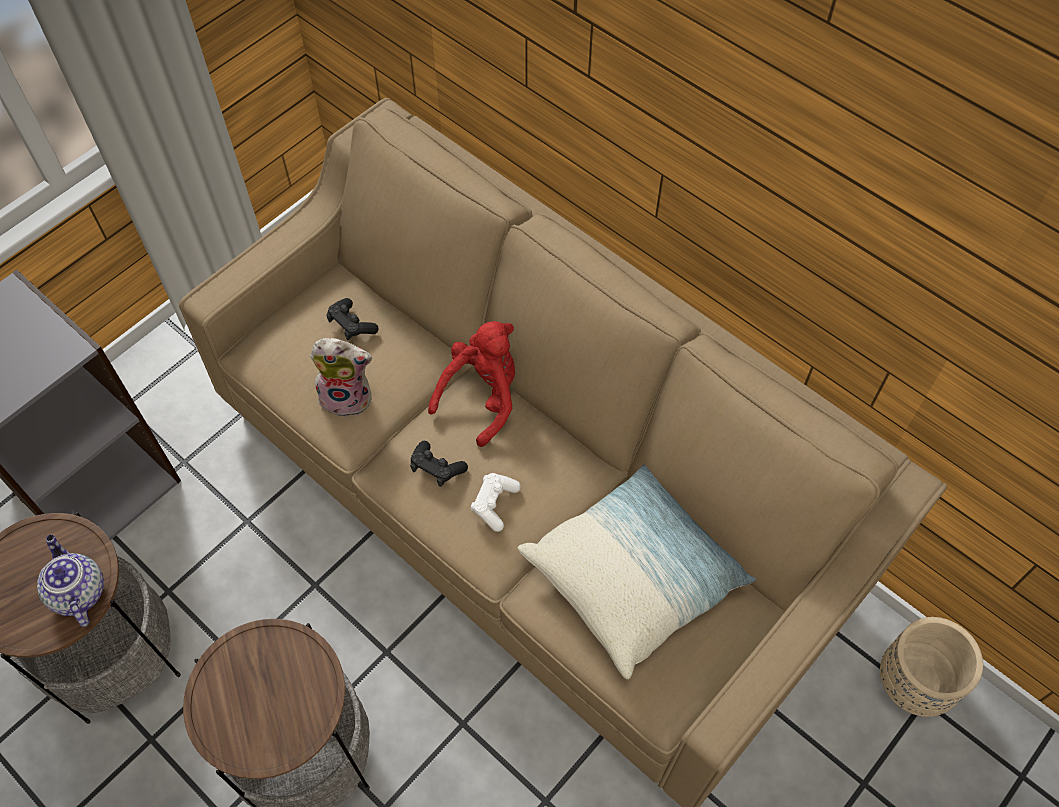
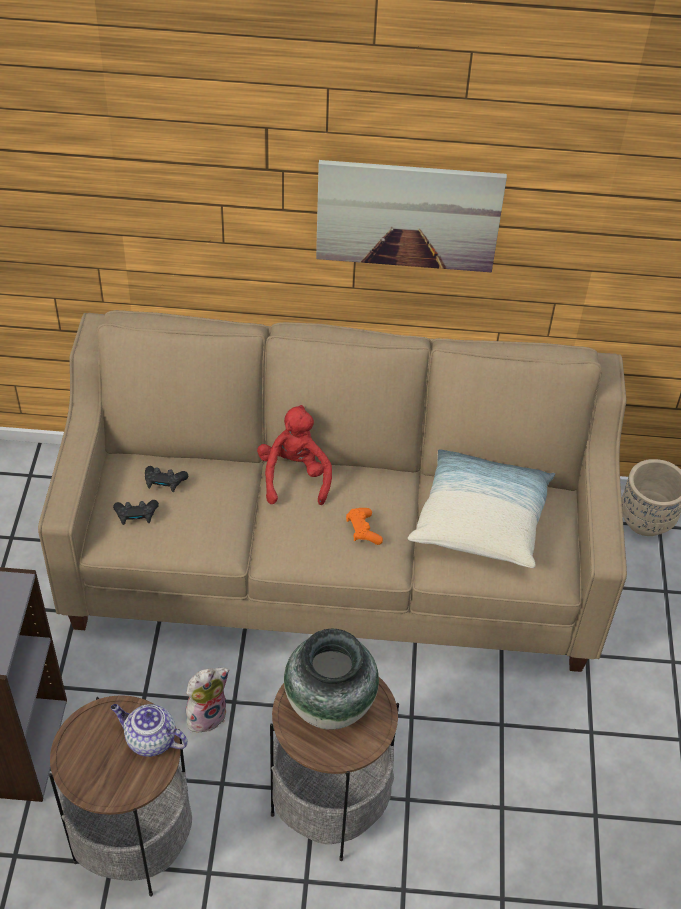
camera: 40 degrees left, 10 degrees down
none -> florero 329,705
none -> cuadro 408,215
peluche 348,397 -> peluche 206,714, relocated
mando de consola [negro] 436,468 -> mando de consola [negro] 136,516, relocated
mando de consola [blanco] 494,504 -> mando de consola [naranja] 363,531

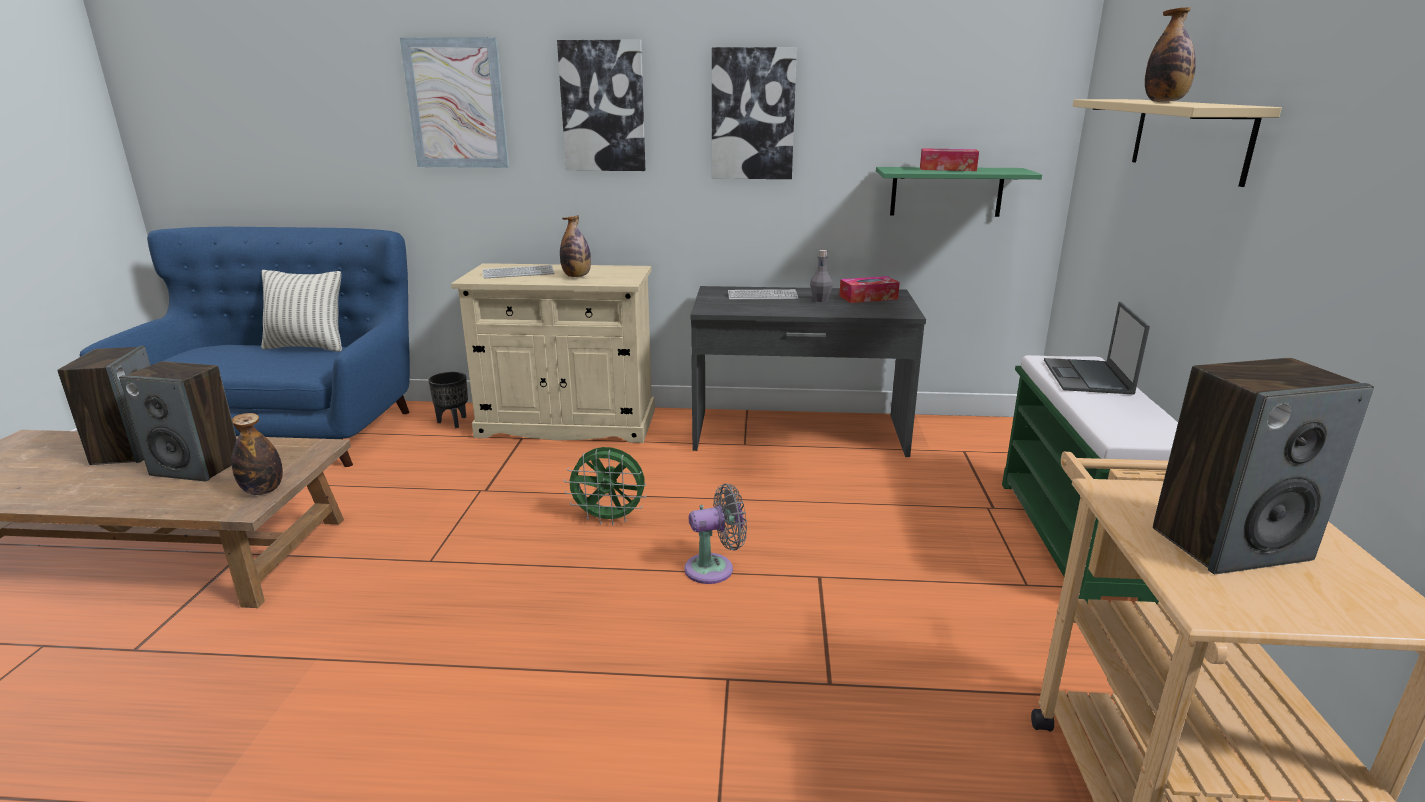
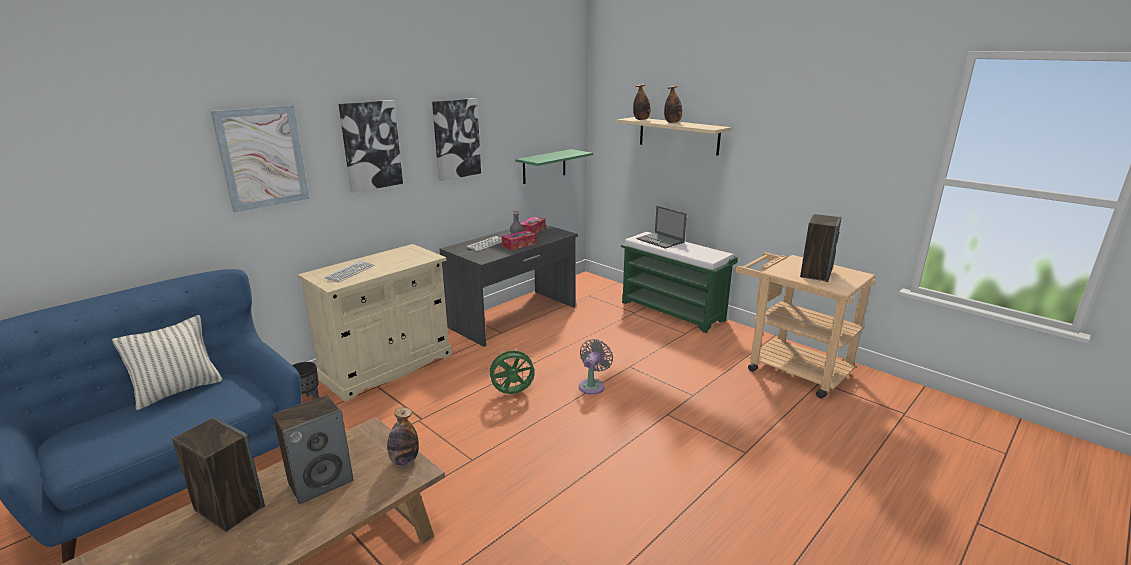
camera: 50 degrees left, 0 degrees up
botella 577,276 -> botella 641,119, relocated
caja de pañuelos 947,169 -> caja de pañuelos 519,245, relocated
ventilador [verde] 609,519 -> ventilador [verde] 512,393, 150 degrees counterclockwise

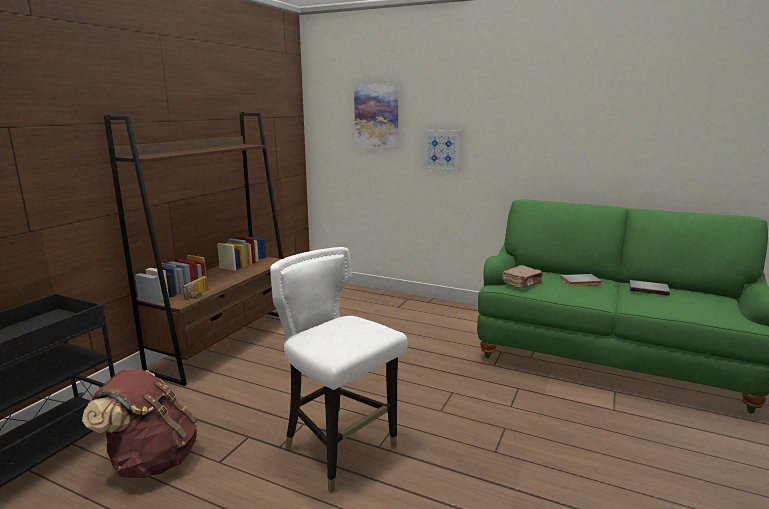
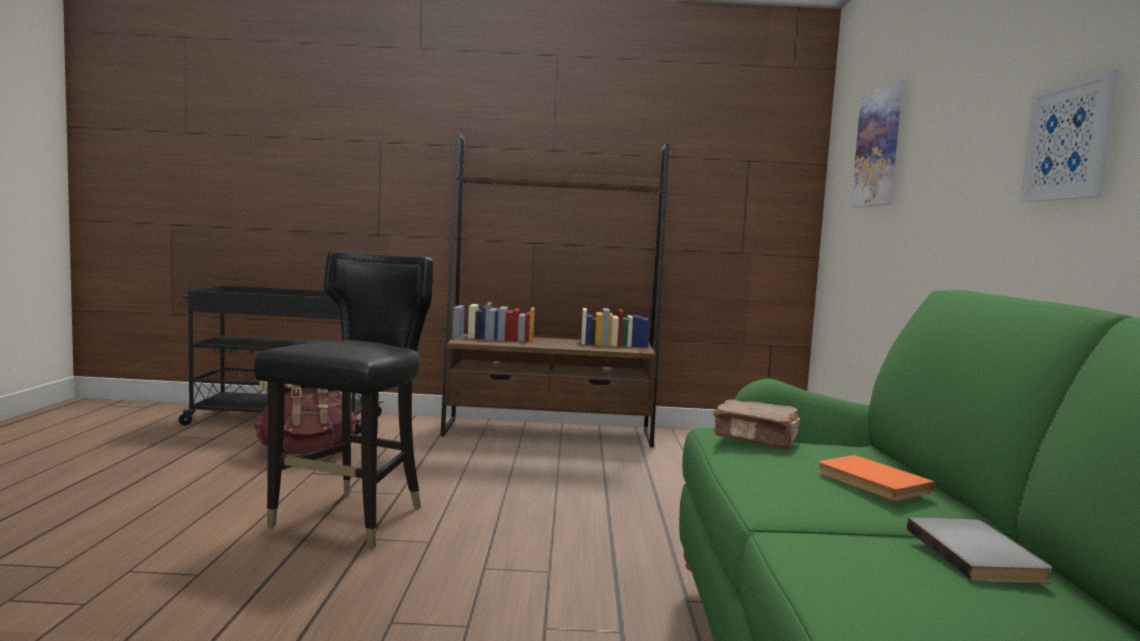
camera: 65 degrees right, 10 degrees down
radio 198,295 -> none
cuadro 442,150 -> cuadro 1069,141, relocated
silla [blanco] 340,451 -> silla [negro] 350,519
libro [gris] 581,282 -> libro [naranja] 870,482

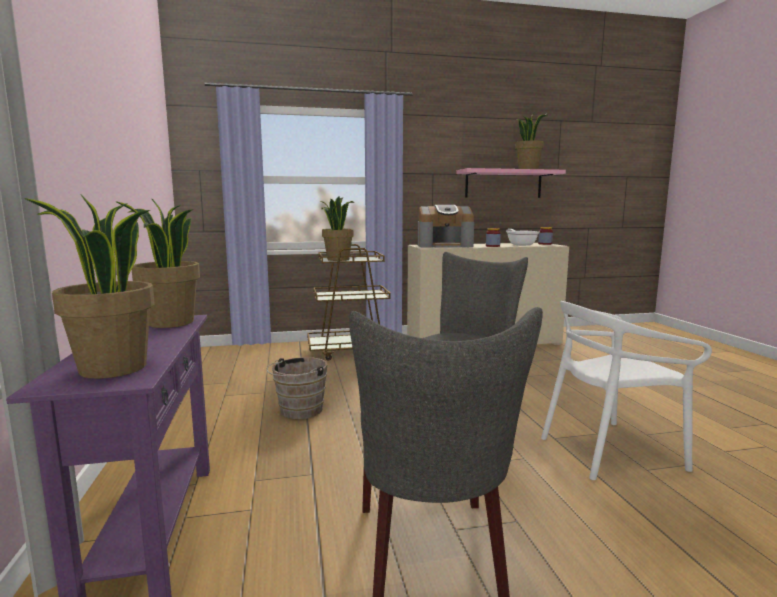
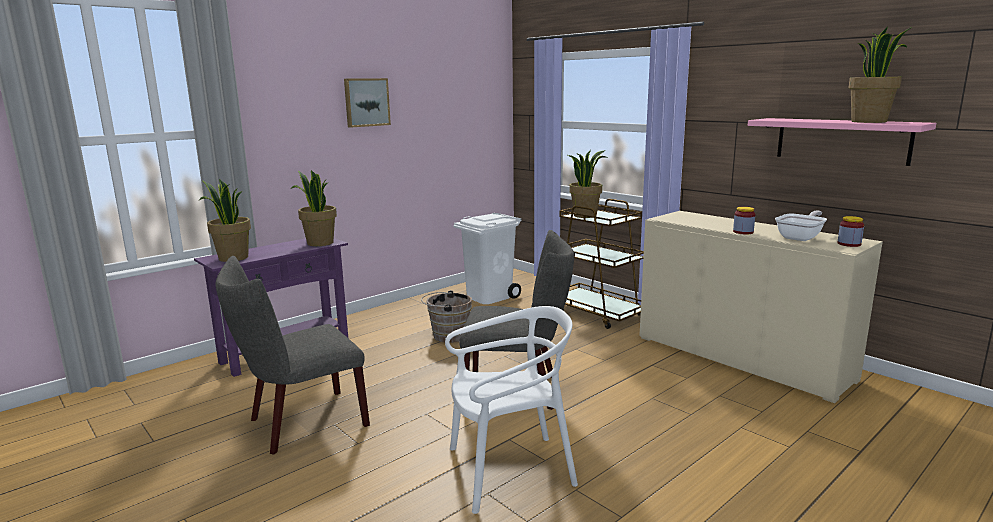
camera: 60 degrees right, 5 degrees up
cafetera 445,245 -> none
none -> cuadro 366,102
none -> papelera [blanco] 488,296
silla [blanco] 610,451 -> silla [blanco] 509,470, 120 degrees clockwise

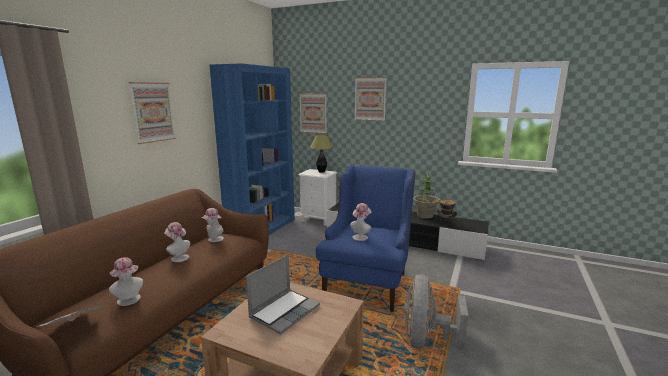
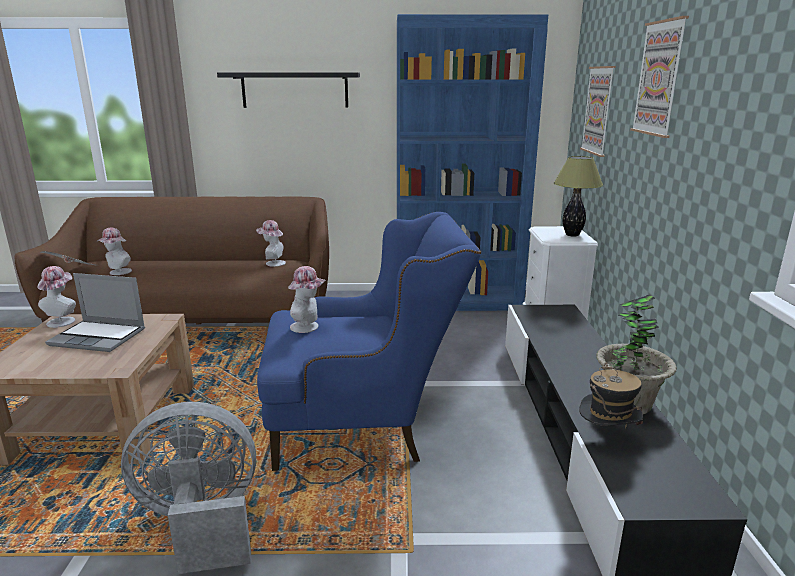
camera: 65 degrees right, 5 degrees up
sombrero 178,257 -> sombrero 63,320, relocated
cuadro 153,112 -> estante [negro] 295,90

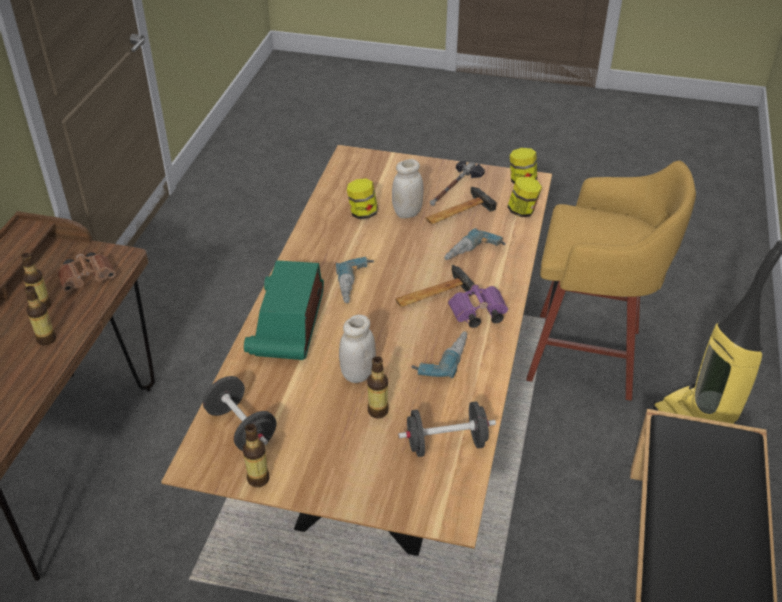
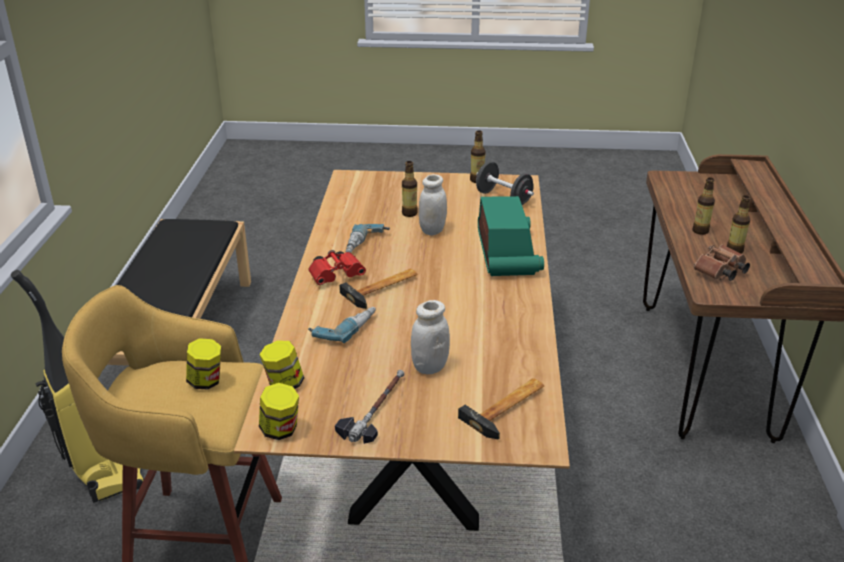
camera: 170 degrees right, 10 degrees down
taladro 357,285 -> none
mancuerna [negro] 446,444 -> none
tarro 362,213 -> tarro 206,381, relocated
martillo 456,211 -> martillo 509,408, relocated
prismáticos [morado] 477,315 -> prismáticos [rojo] 337,276

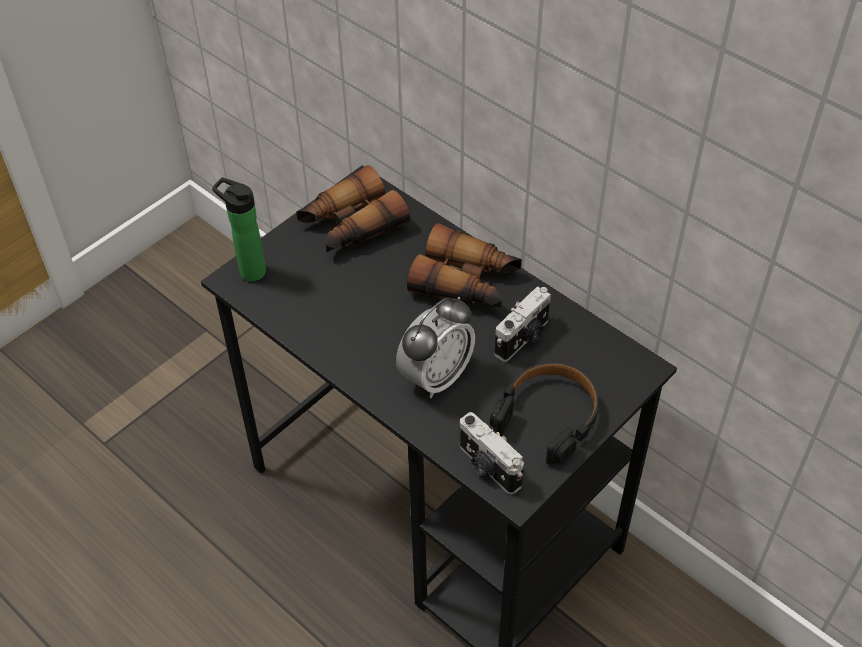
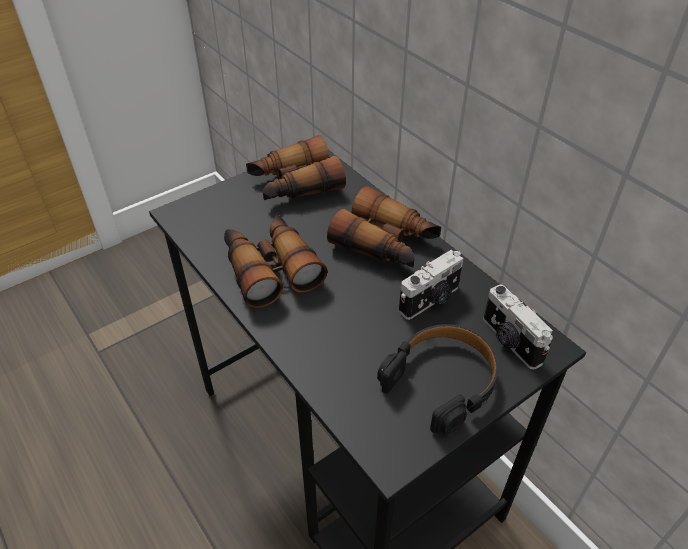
camera: 10 degrees right, 5 degrees down
botella 249,270 -> none
despertador 436,377 -> none
none -> prismáticos 270,268
cámara 488,467 -> cámara 510,341, relocated

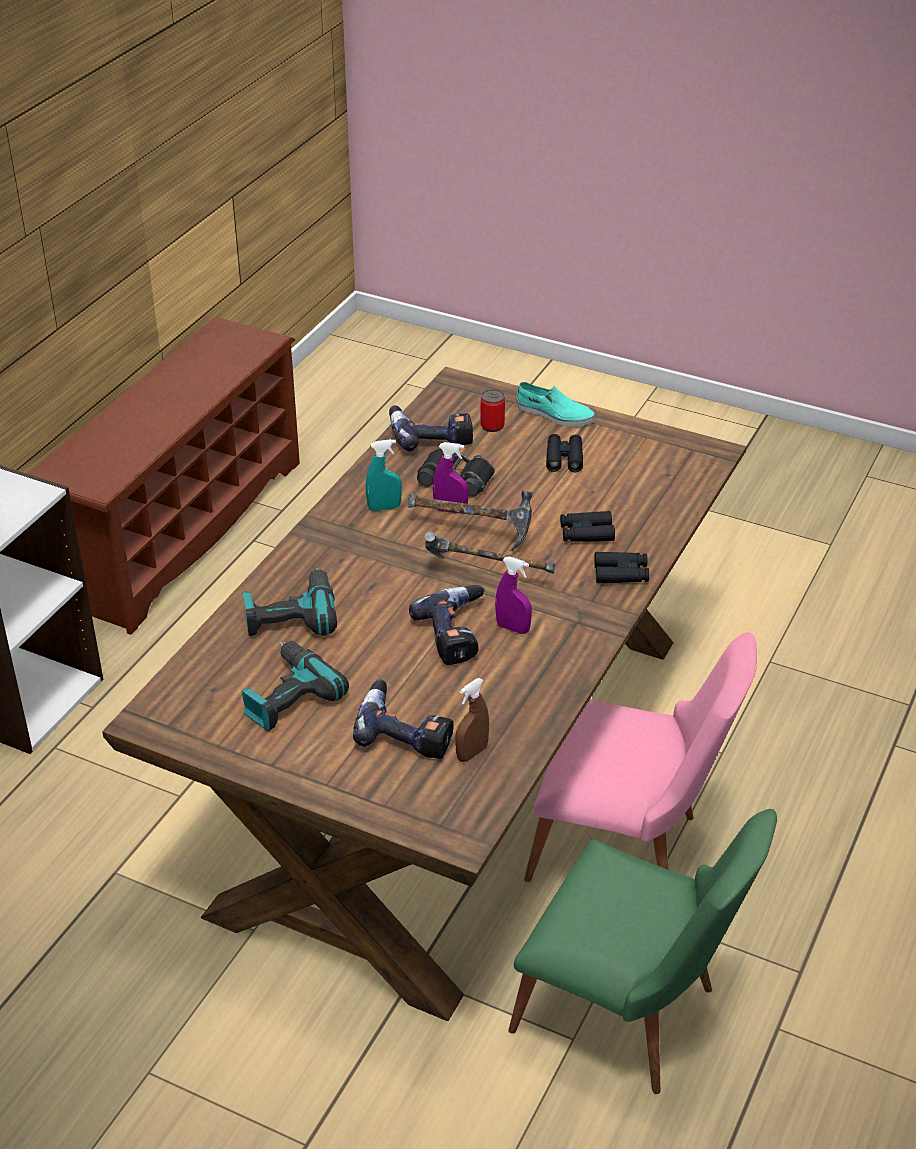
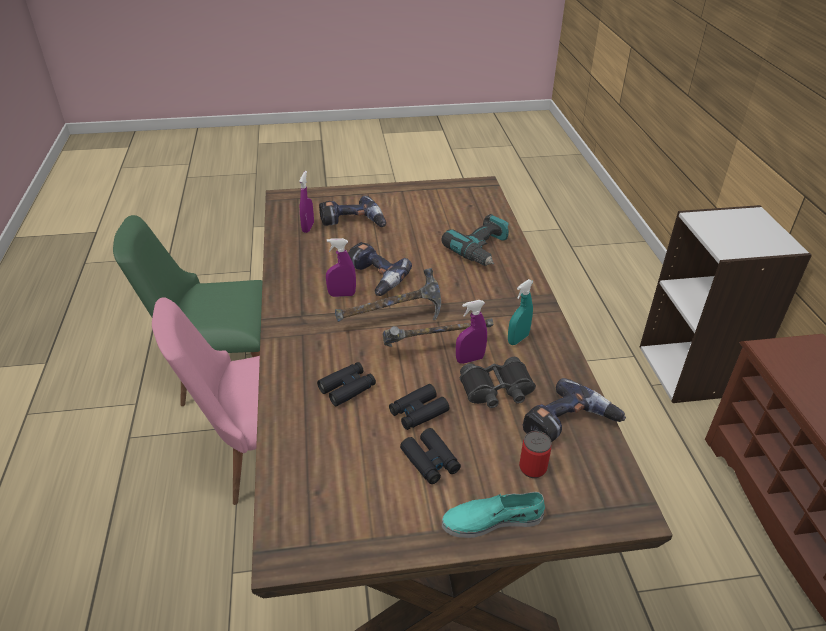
camera: 145 degrees right, 0 degrees up
taladro 286,695 -> none
prismáticos [negro] 621,573 -> prismáticos [negro] 418,412, relocated
pulverizador [marrón] 472,753 -> pulverizador [morado] 308,227

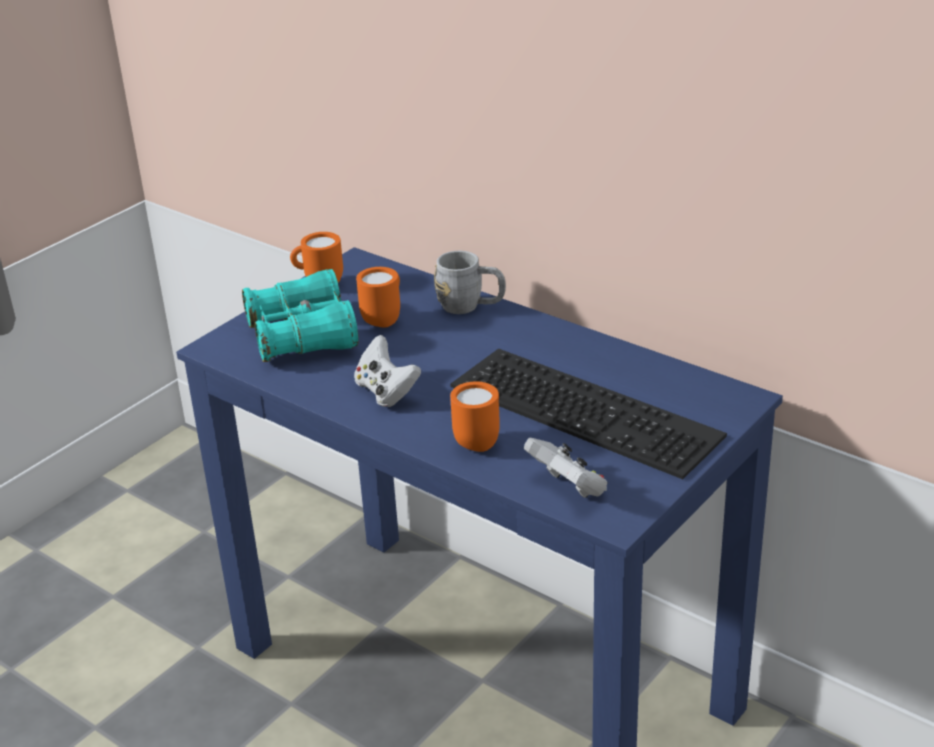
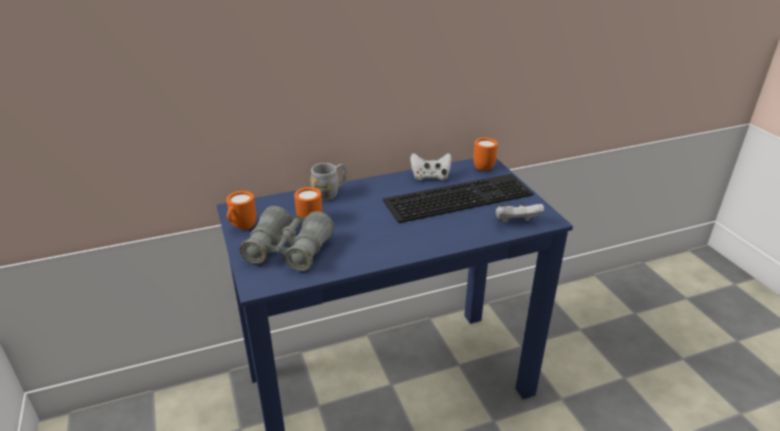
camera: 60 degrees left, 0 degrees up
mando de consola [blanco] 386,392 -> mando de consola [blanco] 430,177, relocated
taza grande [naranja] 481,441 -> taza grande [naranja] 482,166, relocated
prismáticos [turquesa] 302,336 -> prismáticos [gris] 289,250

